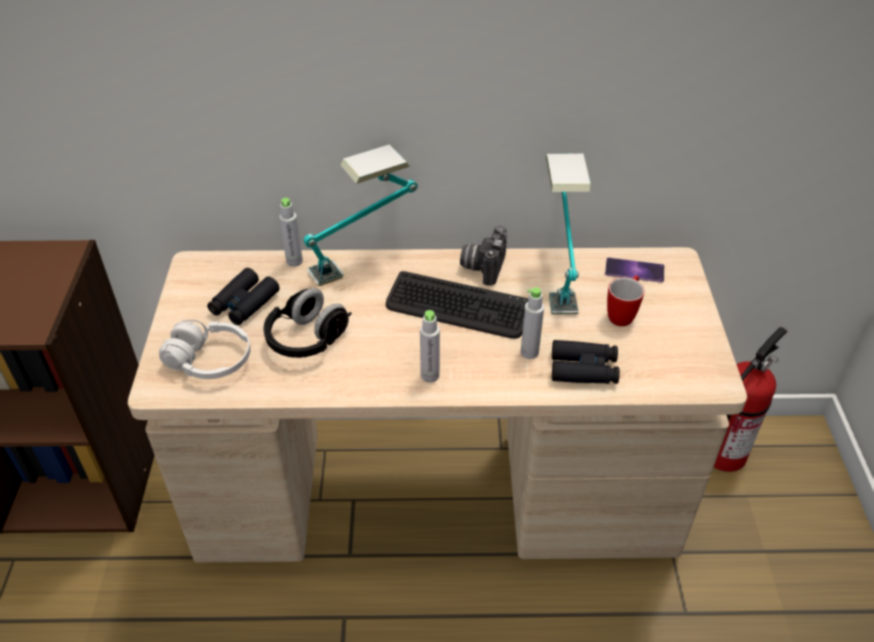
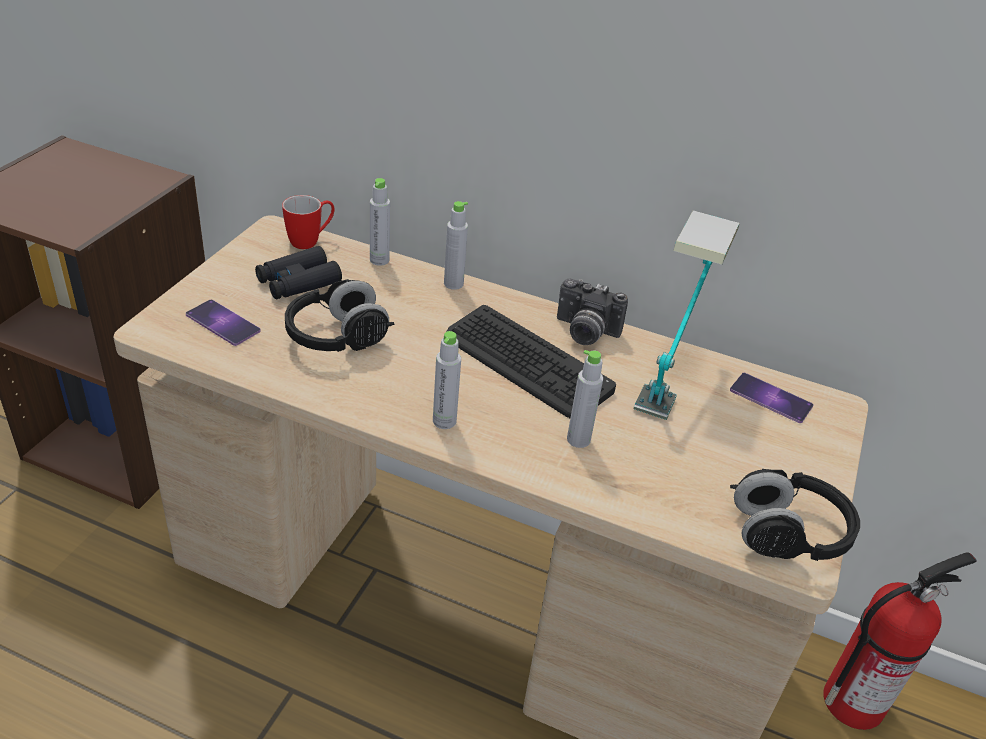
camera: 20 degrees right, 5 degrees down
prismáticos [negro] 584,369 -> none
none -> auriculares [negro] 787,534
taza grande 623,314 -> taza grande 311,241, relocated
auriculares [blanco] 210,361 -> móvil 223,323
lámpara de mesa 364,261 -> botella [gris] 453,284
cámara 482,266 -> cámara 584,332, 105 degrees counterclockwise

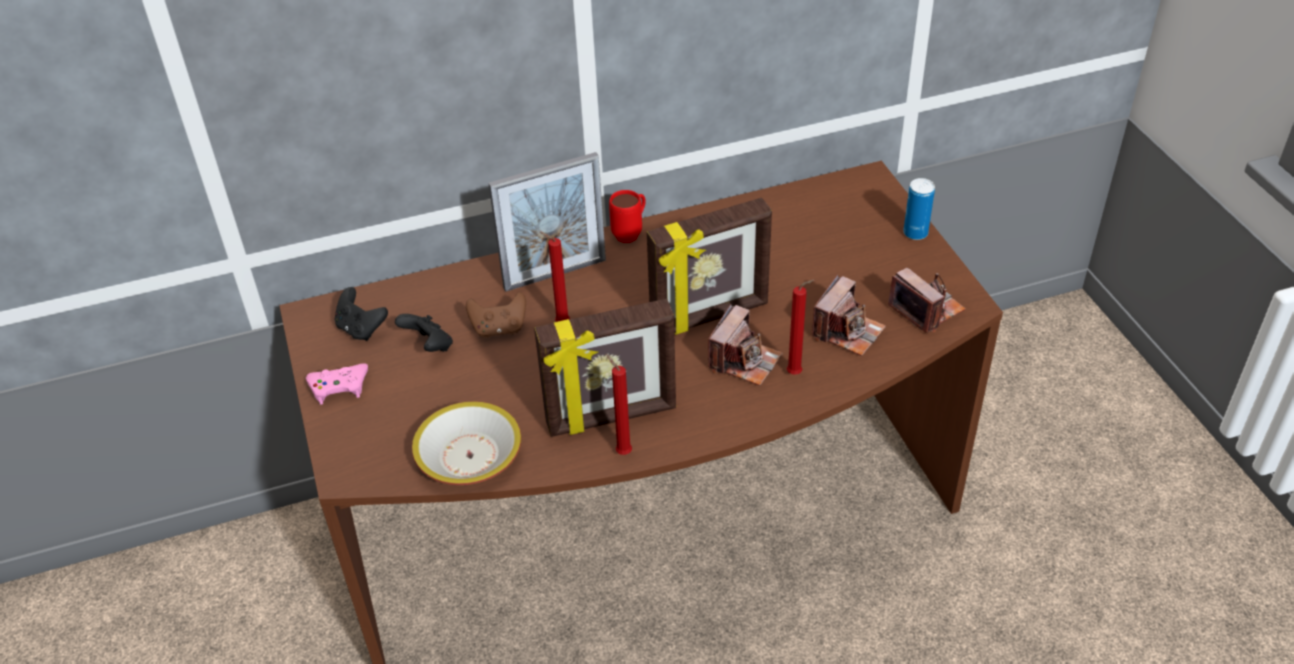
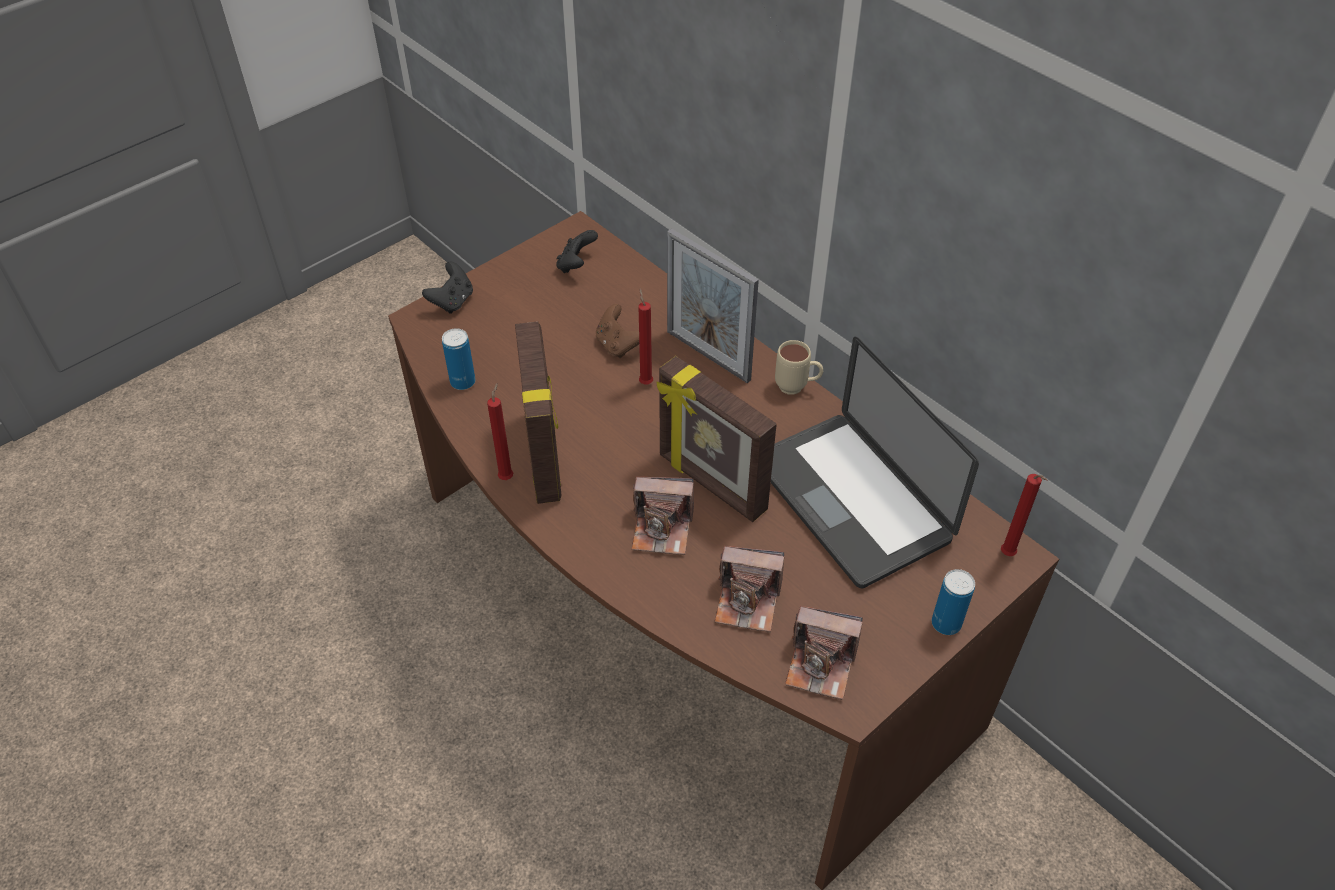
camera: 65 degrees right, 5 degrees up
mando de consola [rosa] 339,386 -> none
none -> portátil 850,500
mando de consola [negro] 429,346 -> mando de consola [negro] 452,301, relocated
vela [rojo] 796,373 -> vela [rojo] 1008,556, relocated
cuenco 470,456 -> lata 463,382
taza grande [rojo] 631,233 -> taza grande [beis] 797,388
portarretratos 611,417 -> portarretratos 545,456, 150 degrees counterclockwise
cámara 926,309 -> cámara 821,664, 75 degrees clockwise

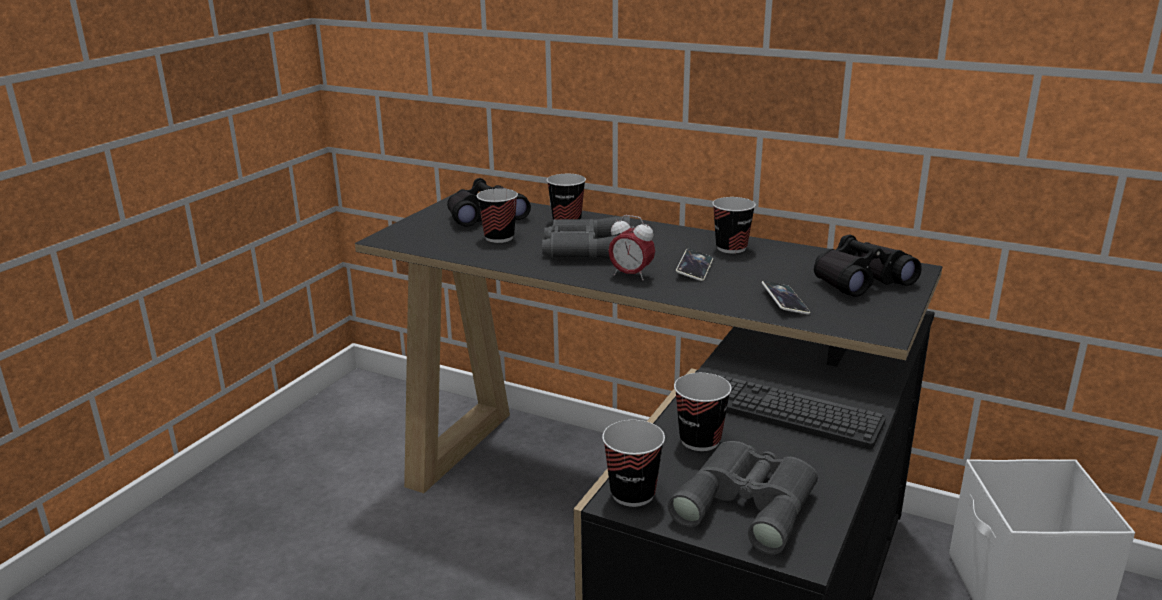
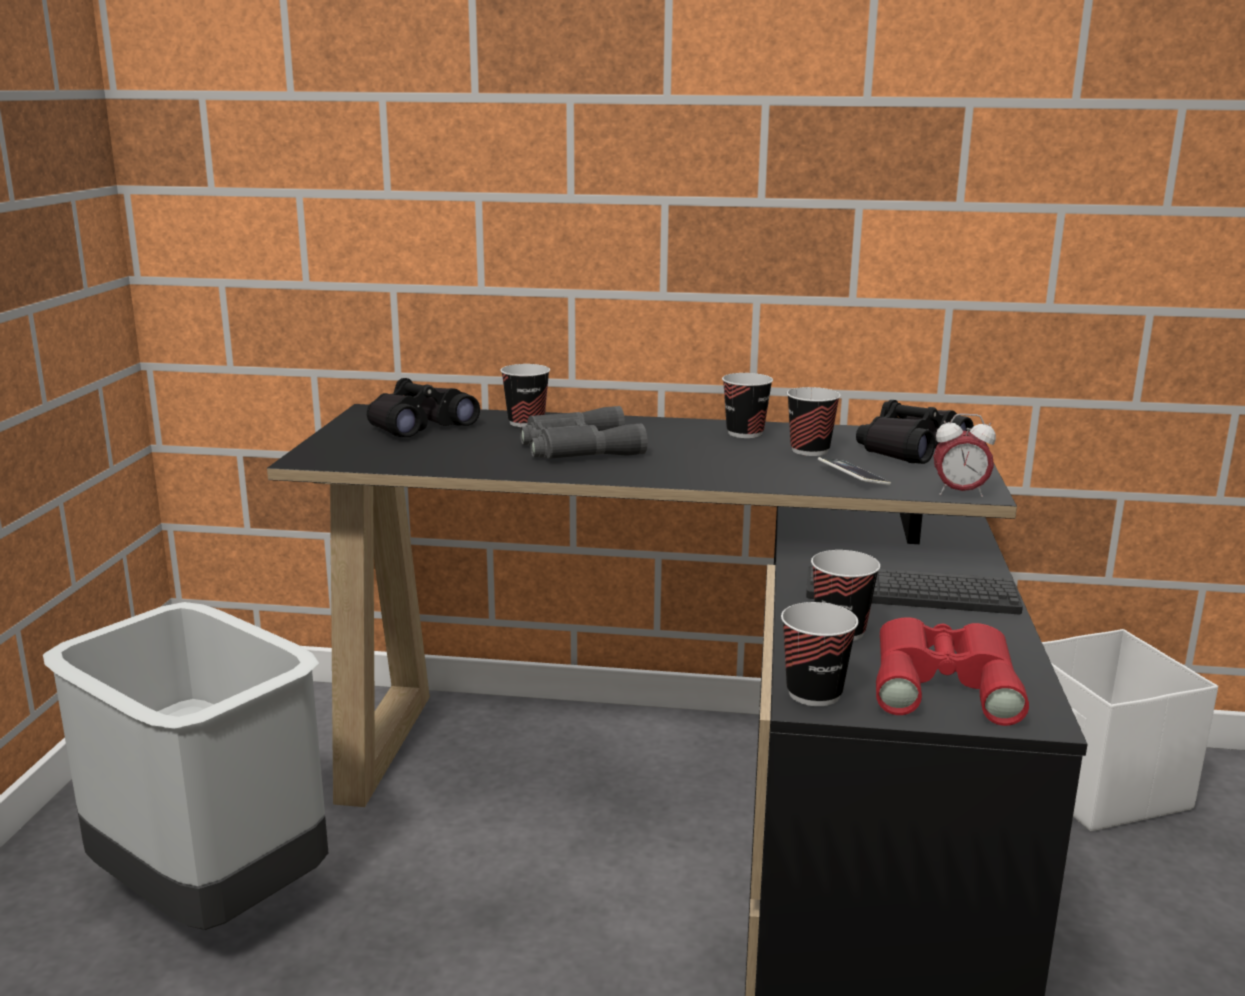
camera: 20 degrees left, 5 degrees down
móvil 694,268 -> none
none -> papelera [gris] 207,896
taza 499,237 -> taza 809,450, relocated
despertador 631,275 -> despertador 959,493, relocated
prismáticos [gris] 749,502 -> prismáticos [rojo] 944,681

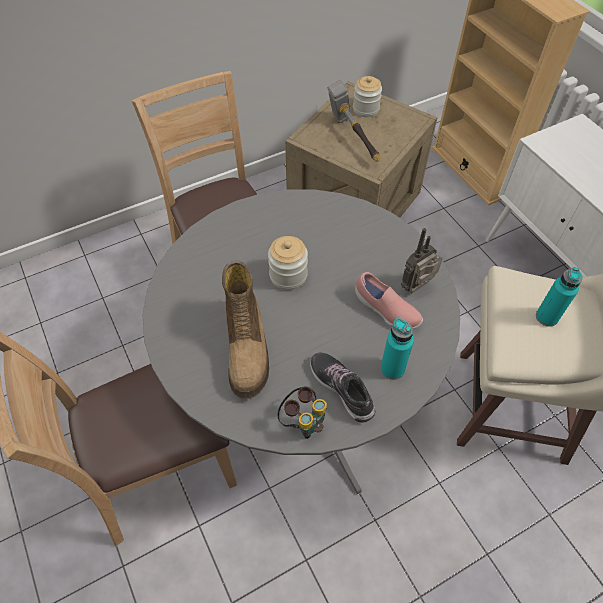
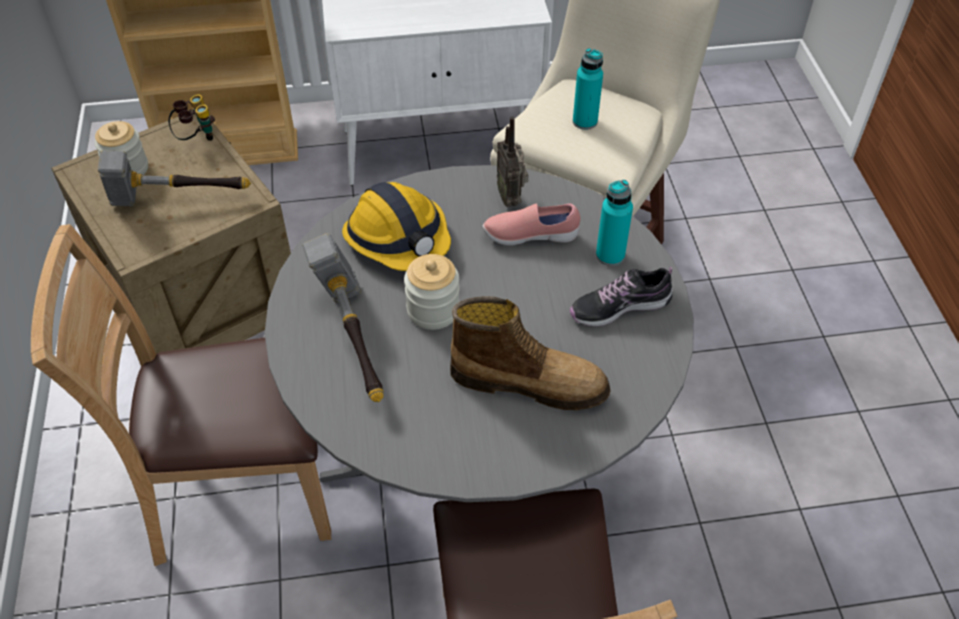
camera: 70 degrees left, 5 degrees down
none -> martillo 353,340
none -> casco 398,239
prismáticos 303,422 -> prismáticos 196,138, relocated
zapato [rosa] 386,311 -> zapato [rosa] 530,235, 150 degrees counterclockwise

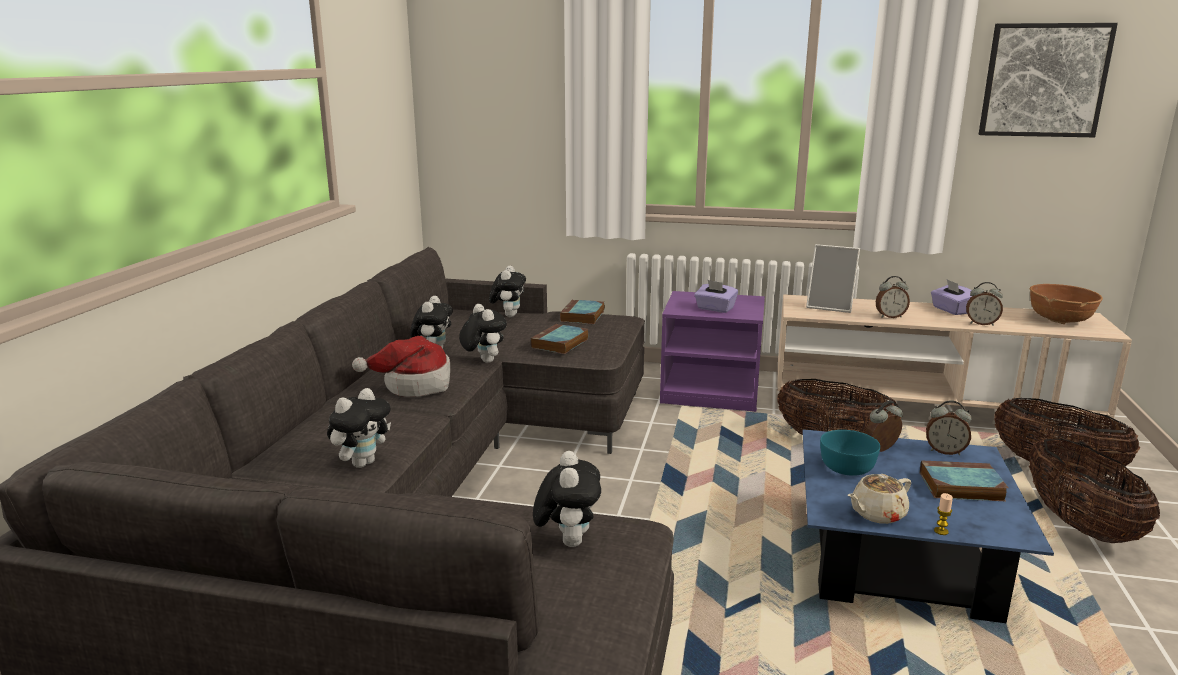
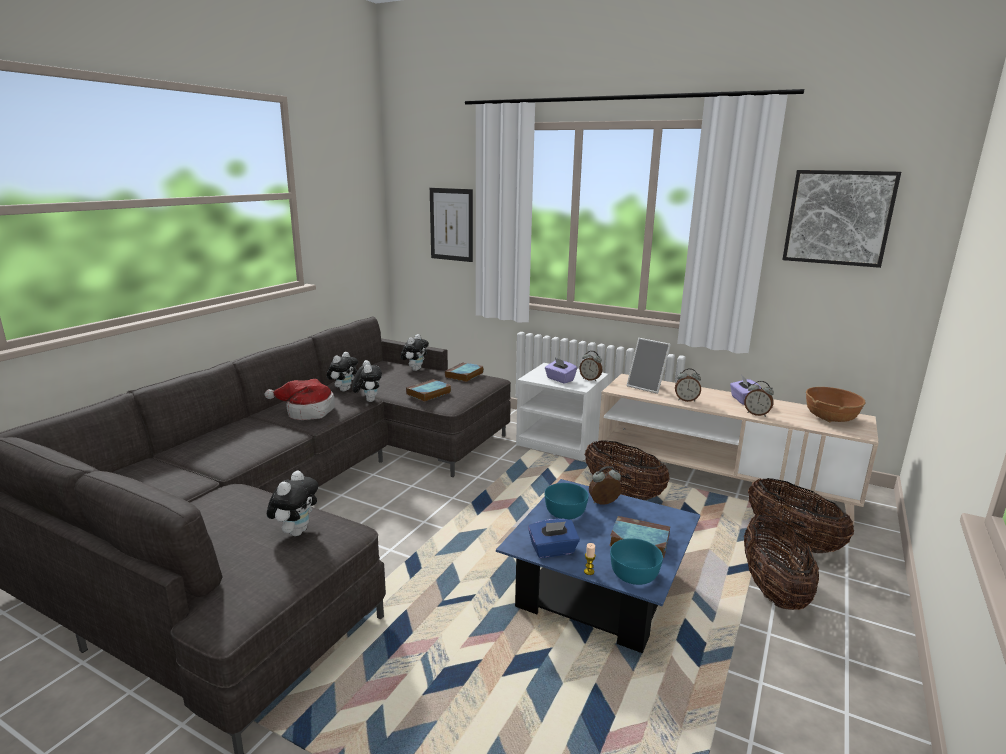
camera: 15 degrees right, 0 degrees up
peluche 362,463 -> none
none -> cuadro 451,224
none -> cuenco [turquesa] 635,574
despertador 945,451 -> despertador 590,379, relocated
tetera [beis] 877,514 -> caja de pañuelos [azul] 553,550
mesita de noche [morado] 711,392 -> mesita de noche [blanco] 561,442

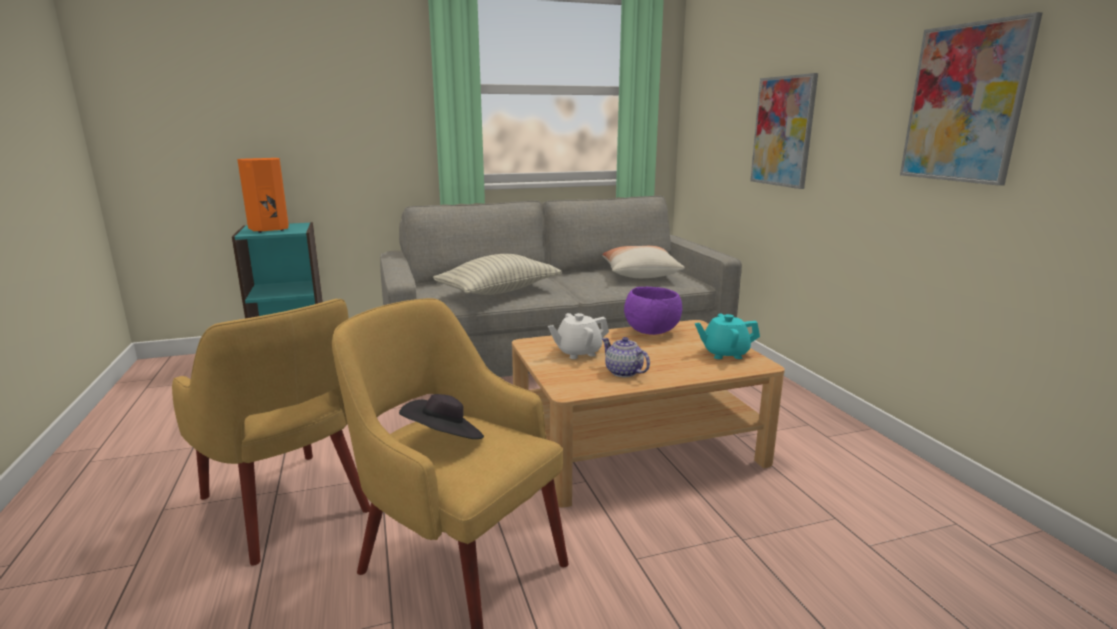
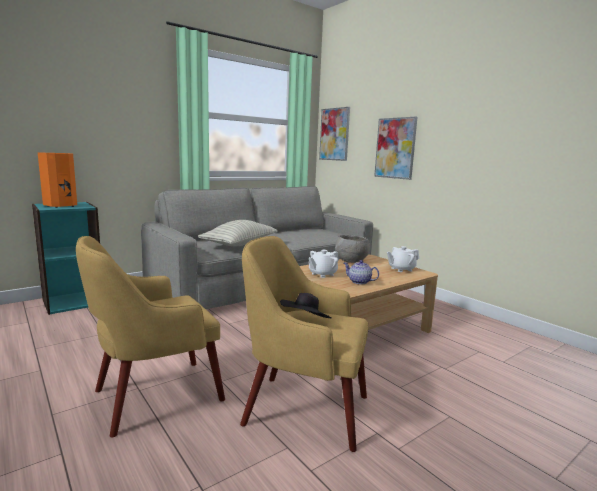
camera: 20 degrees left, 5 degrees down
cojín 639,274 -> none
cuadro 964,103 -> cuadro 334,134, relocated
cuenco [morado] 651,332 -> cuenco [gris] 351,261
tetera [turquesa] 724,353 -> tetera [blanco] 401,269
sillón [amarillo] 287,506 -> sillón [amarillo] 154,396, 120 degrees clockwise

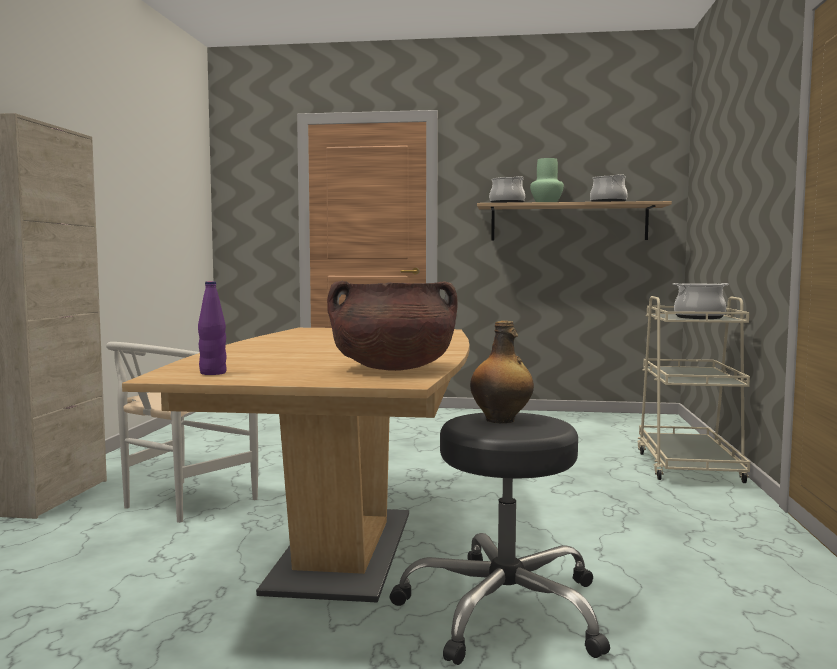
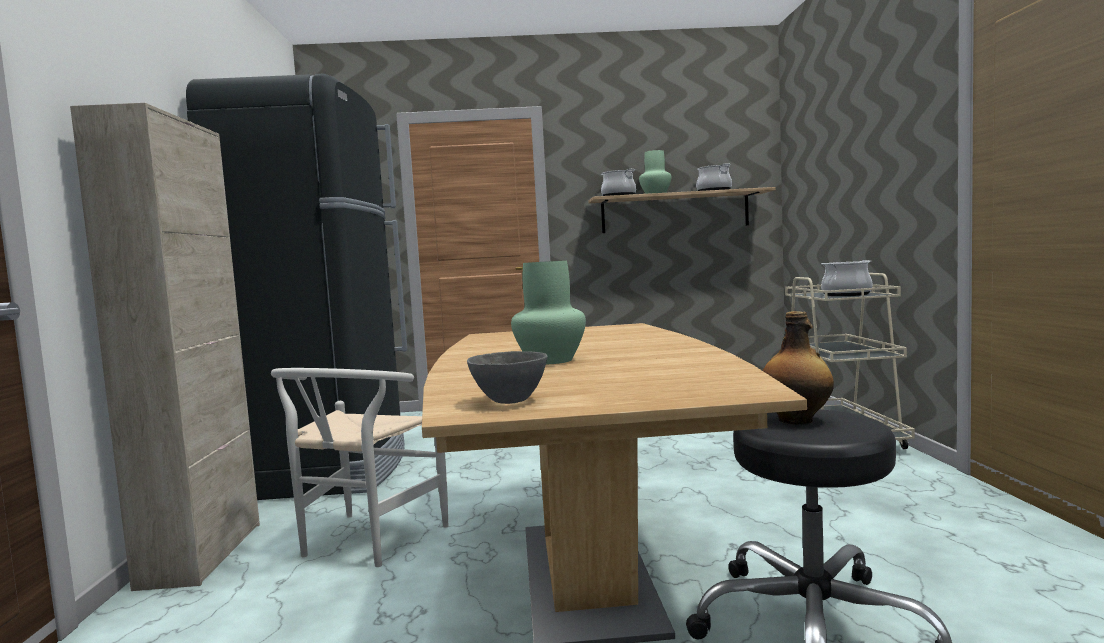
camera: 10 degrees left, 0 degrees up
olla [marrón] 393,369 -> none
none -> nevera [negro] 330,468
none -> florero [verde] 551,360
botella [morado] 213,373 -> cuenco [gris] 509,401

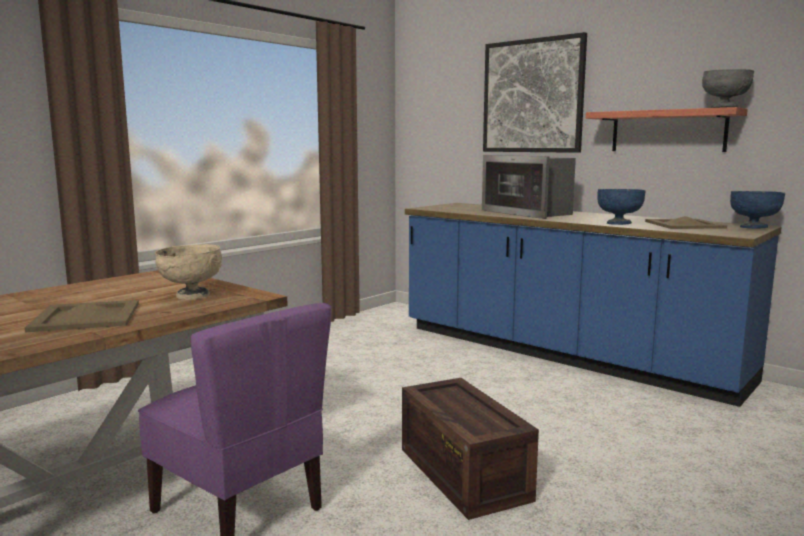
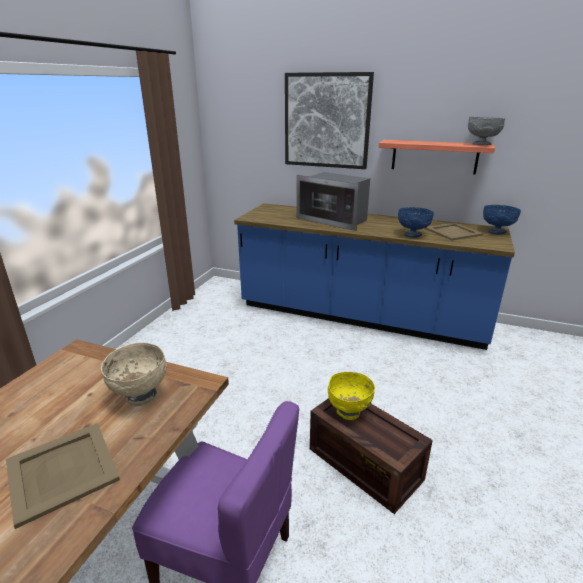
camera: 20 degrees left, 15 degrees up
none -> cuenco [amarillo] 349,412

